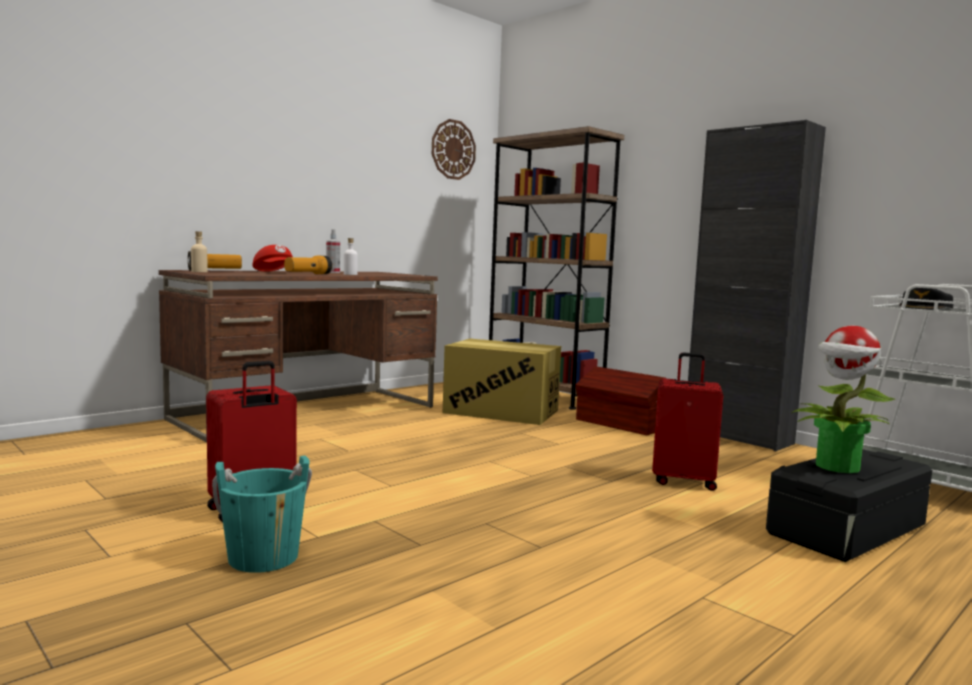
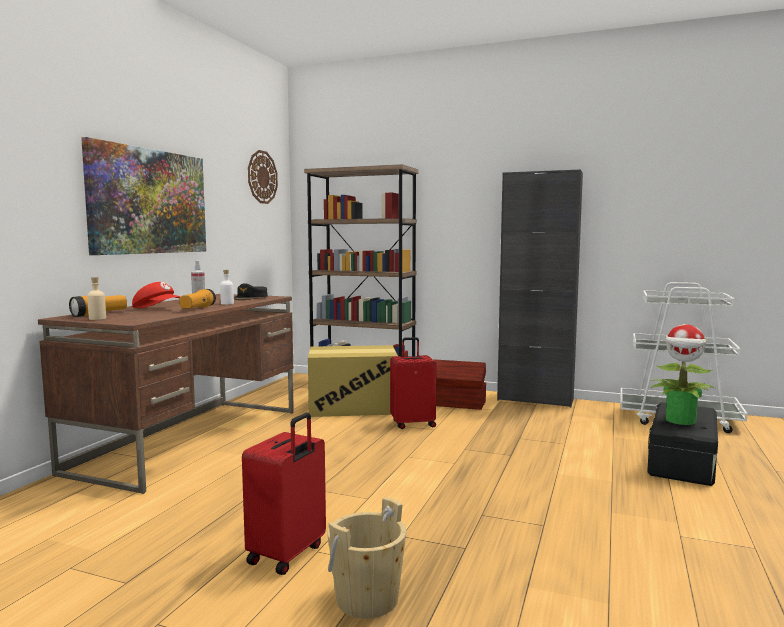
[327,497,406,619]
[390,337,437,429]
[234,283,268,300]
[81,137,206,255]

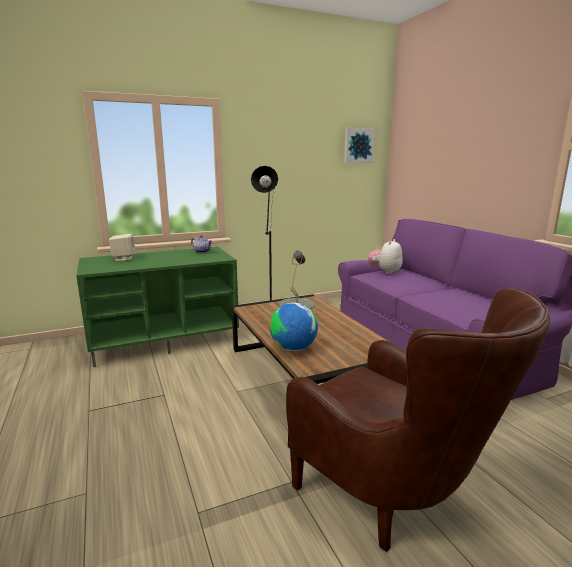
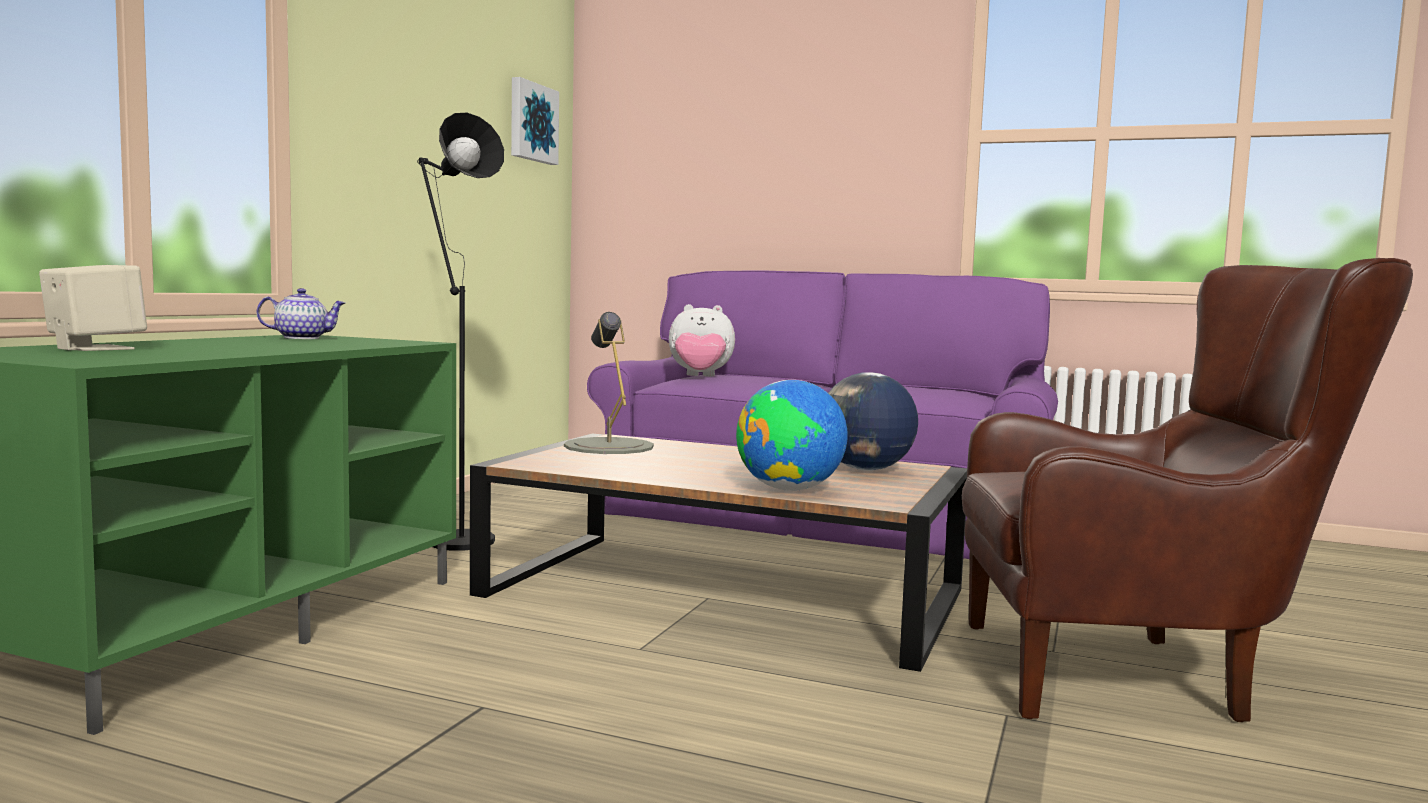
[669,304,735,376]
[828,372,918,471]

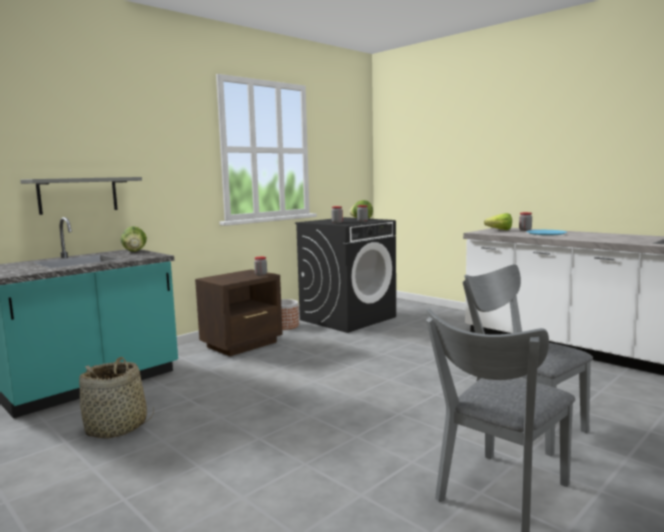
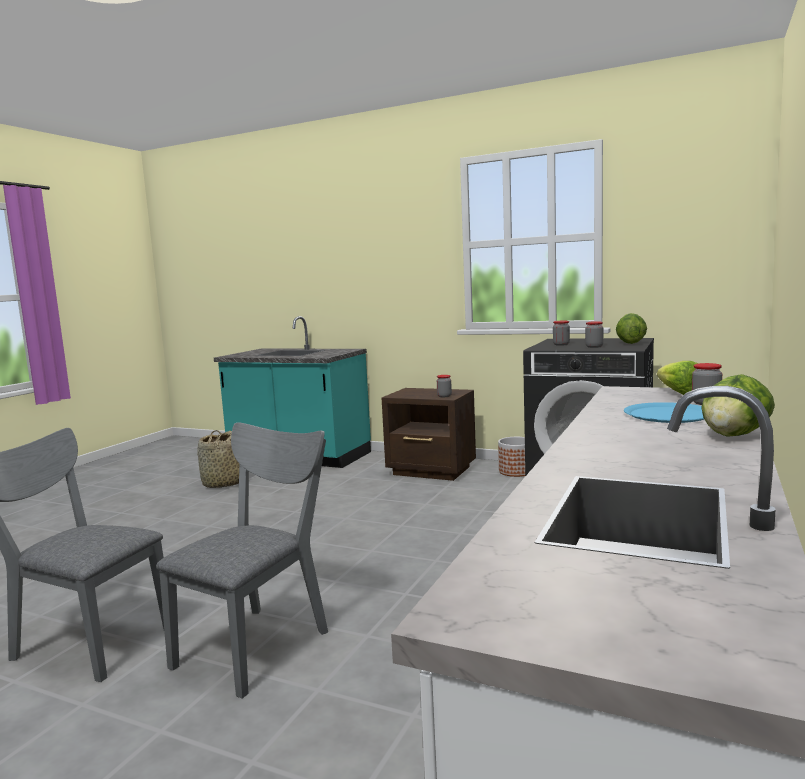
[20,177,142,215] (first image)
[701,374,775,437]

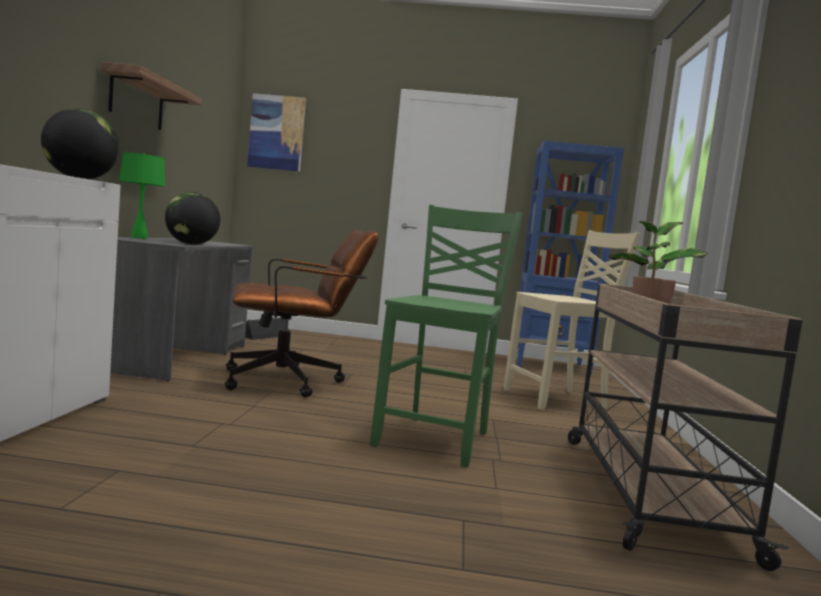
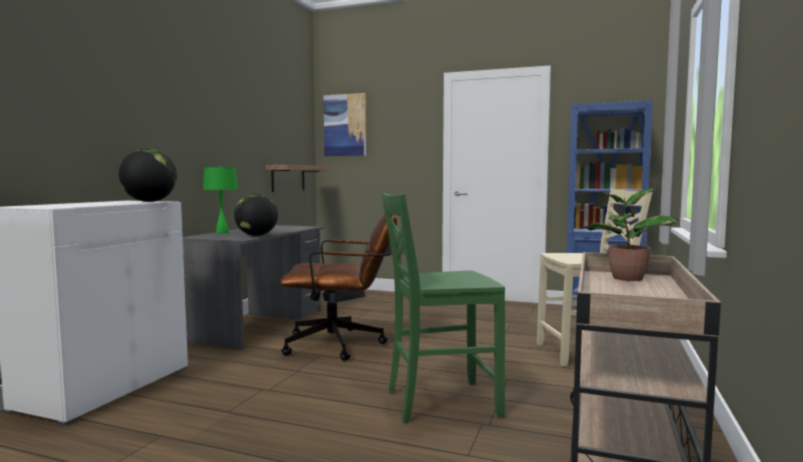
[266,165,327,192]
[381,191,505,423]

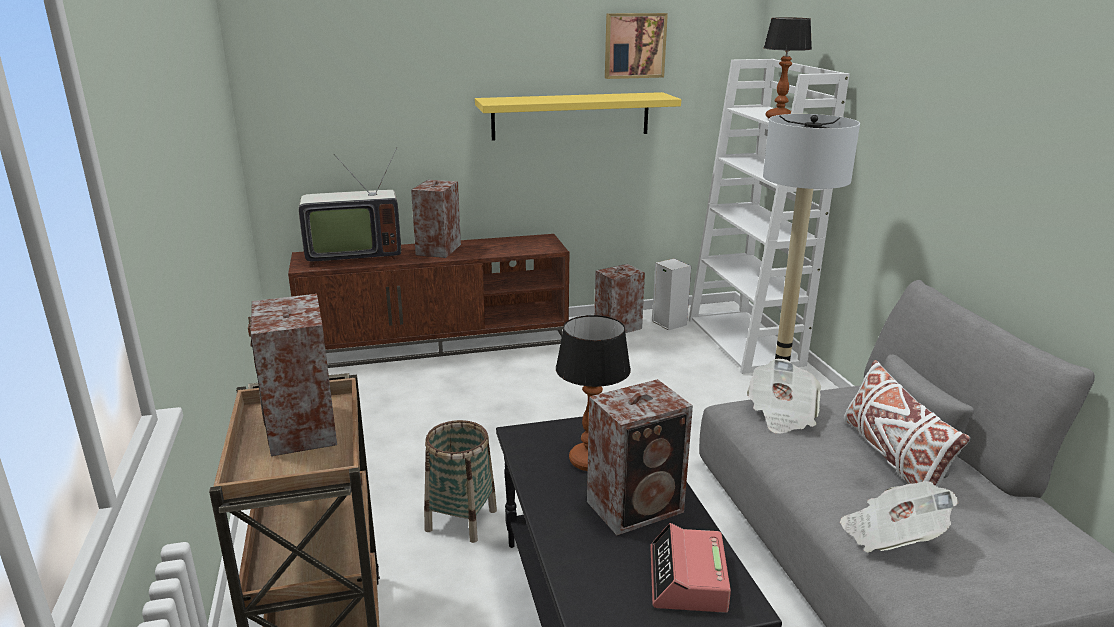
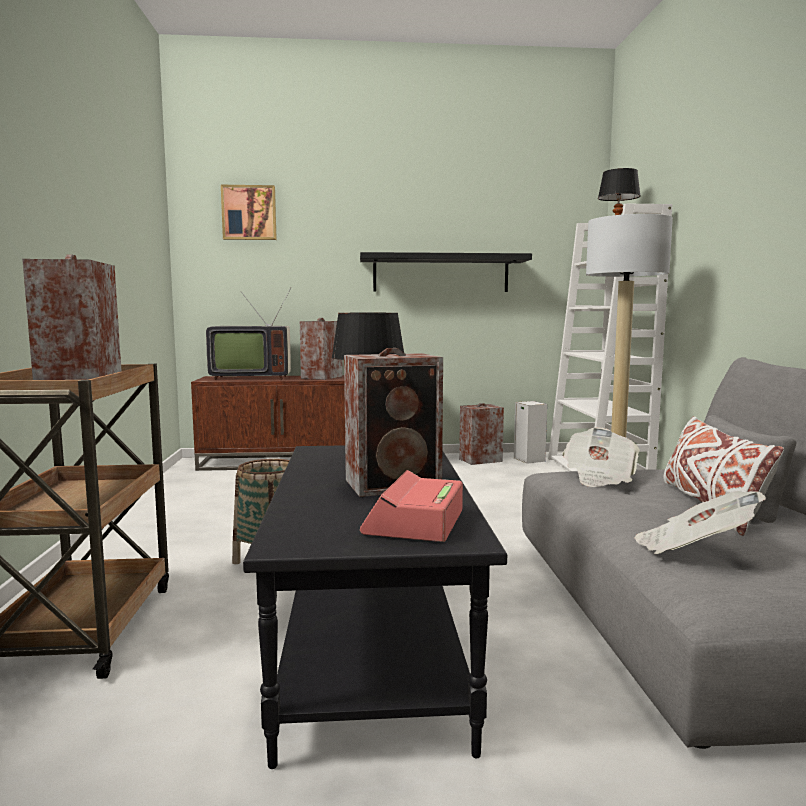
[360,252,532,292]
[221,185,277,240]

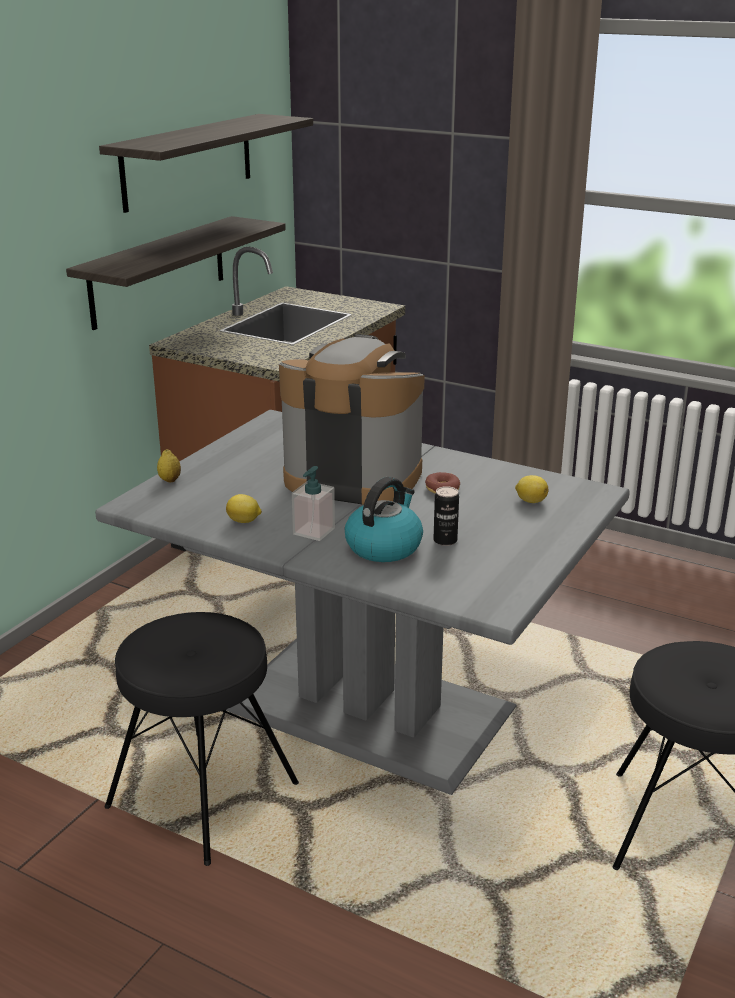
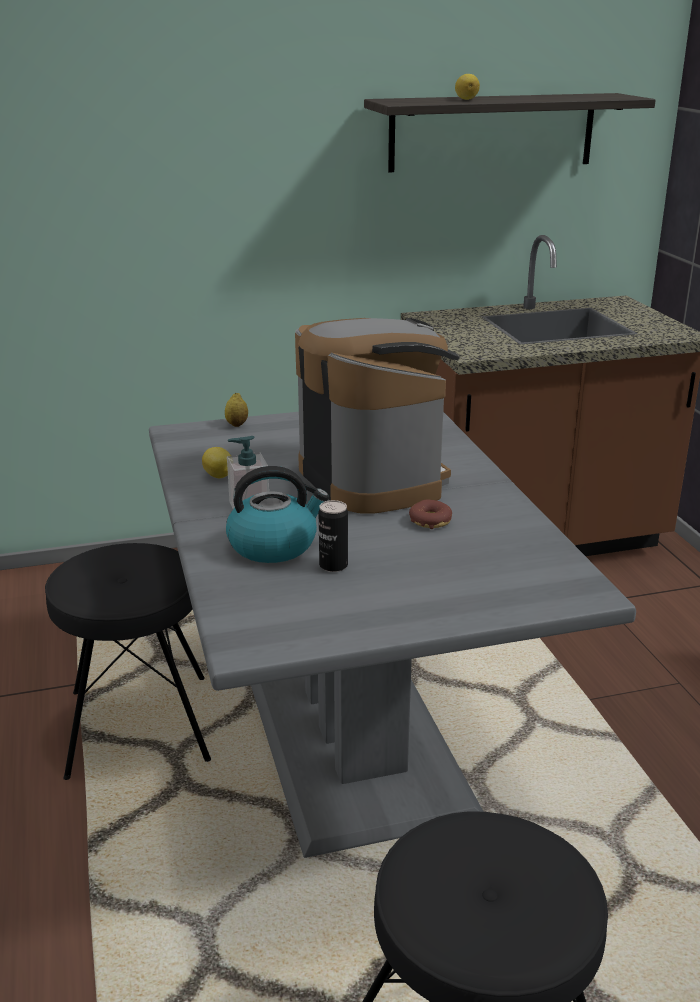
[66,216,286,330] (first image)
[455,74,480,100]

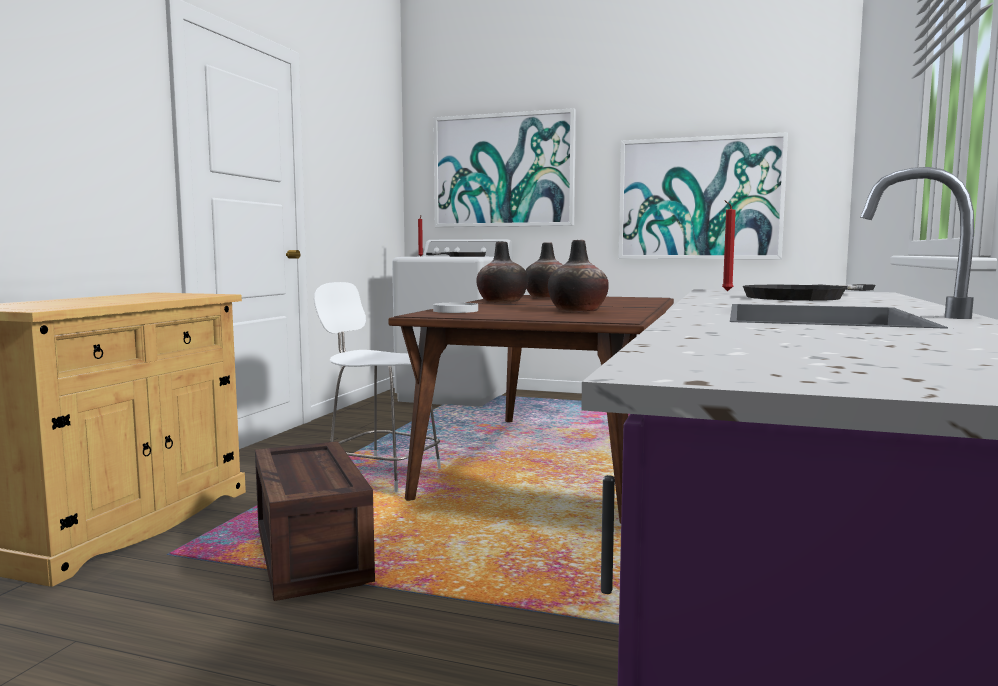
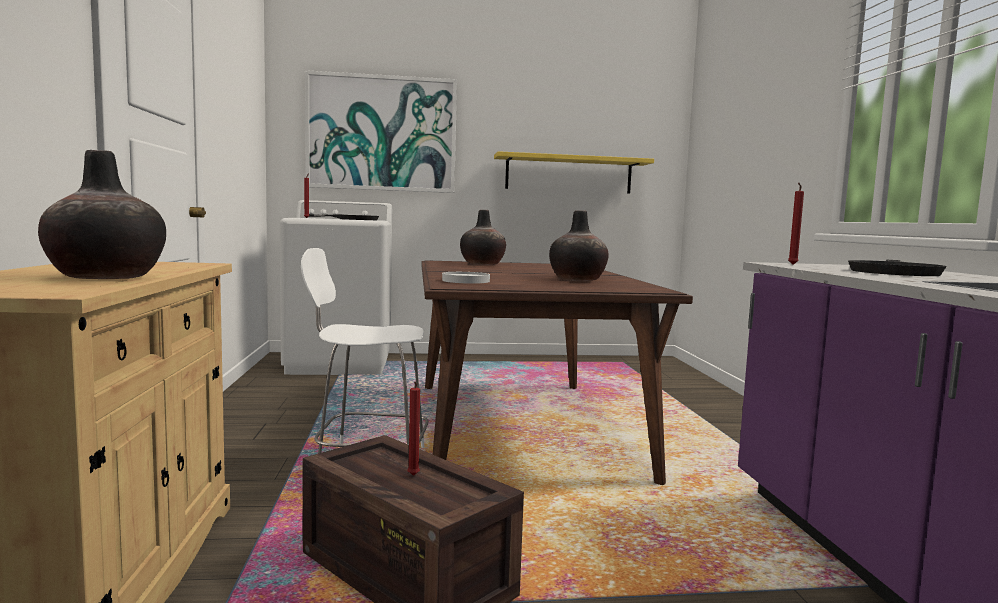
[38,150,166,279]
[494,151,654,194]
[407,382,420,476]

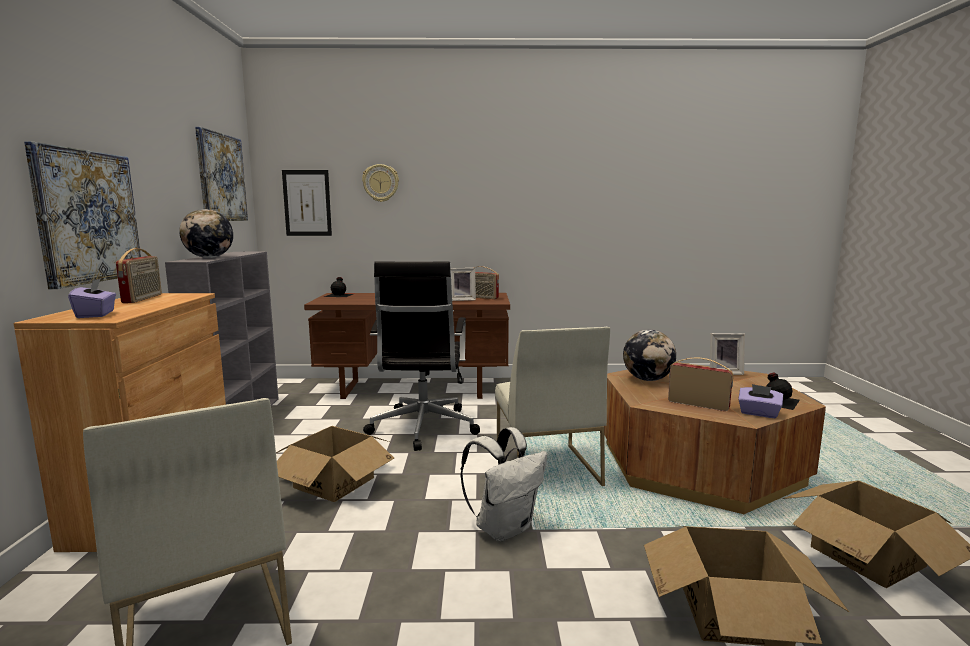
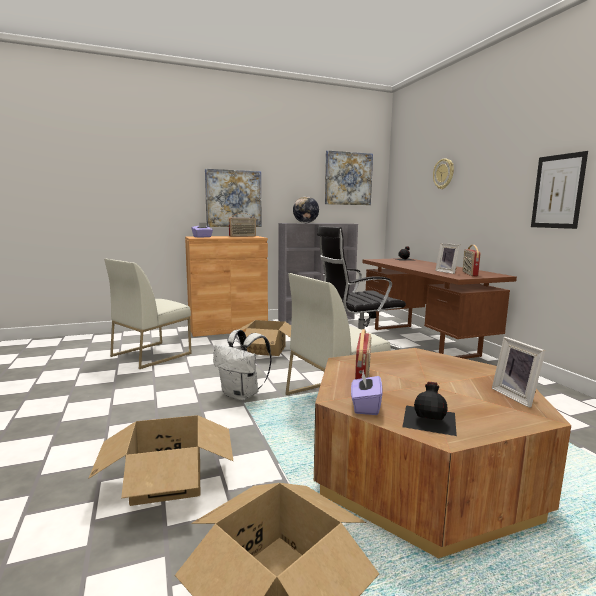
[531,151,588,229]
[623,330,676,381] (first image)

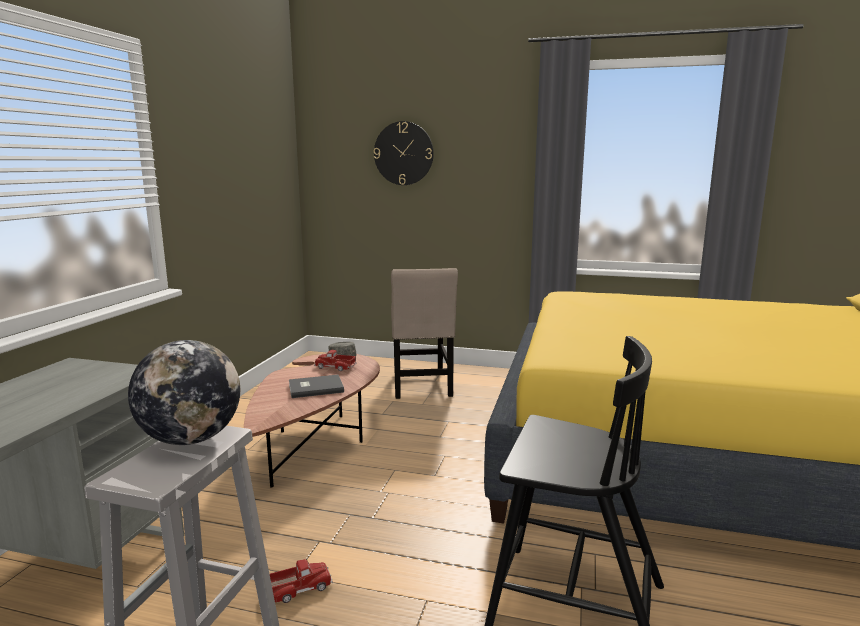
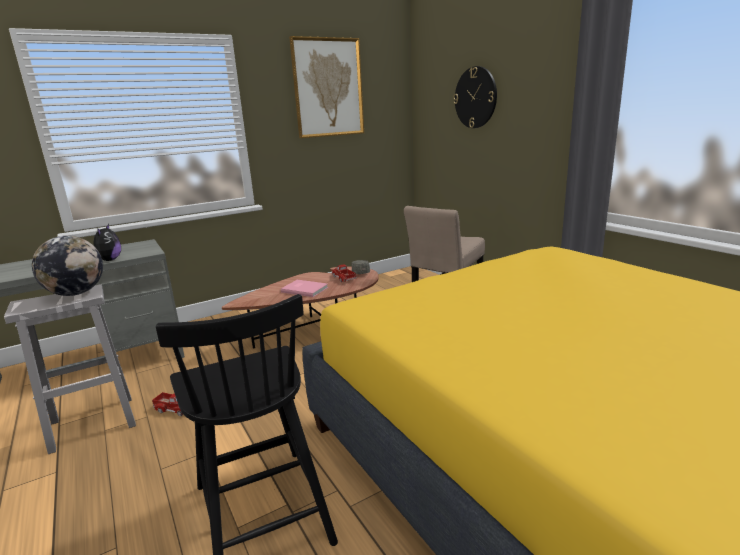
[281,280,328,297]
[93,224,121,261]
[289,36,364,138]

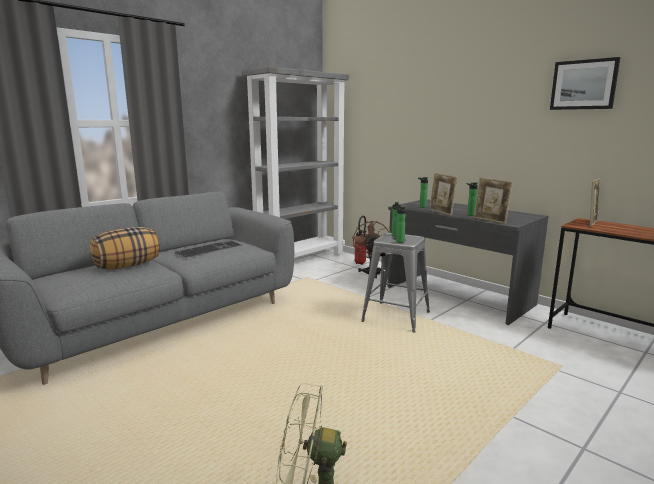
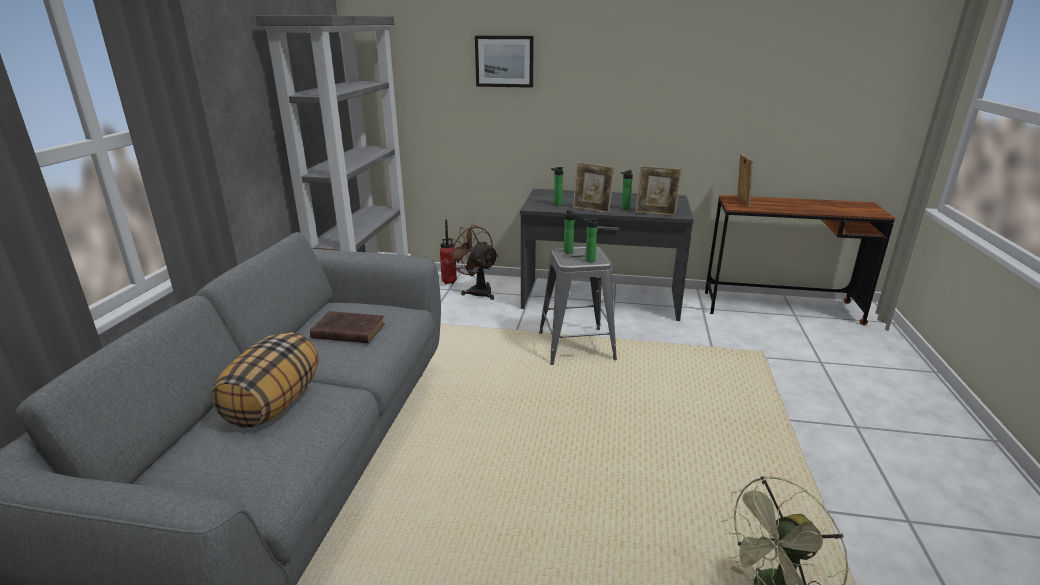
[310,311,385,343]
[475,36,534,88]

